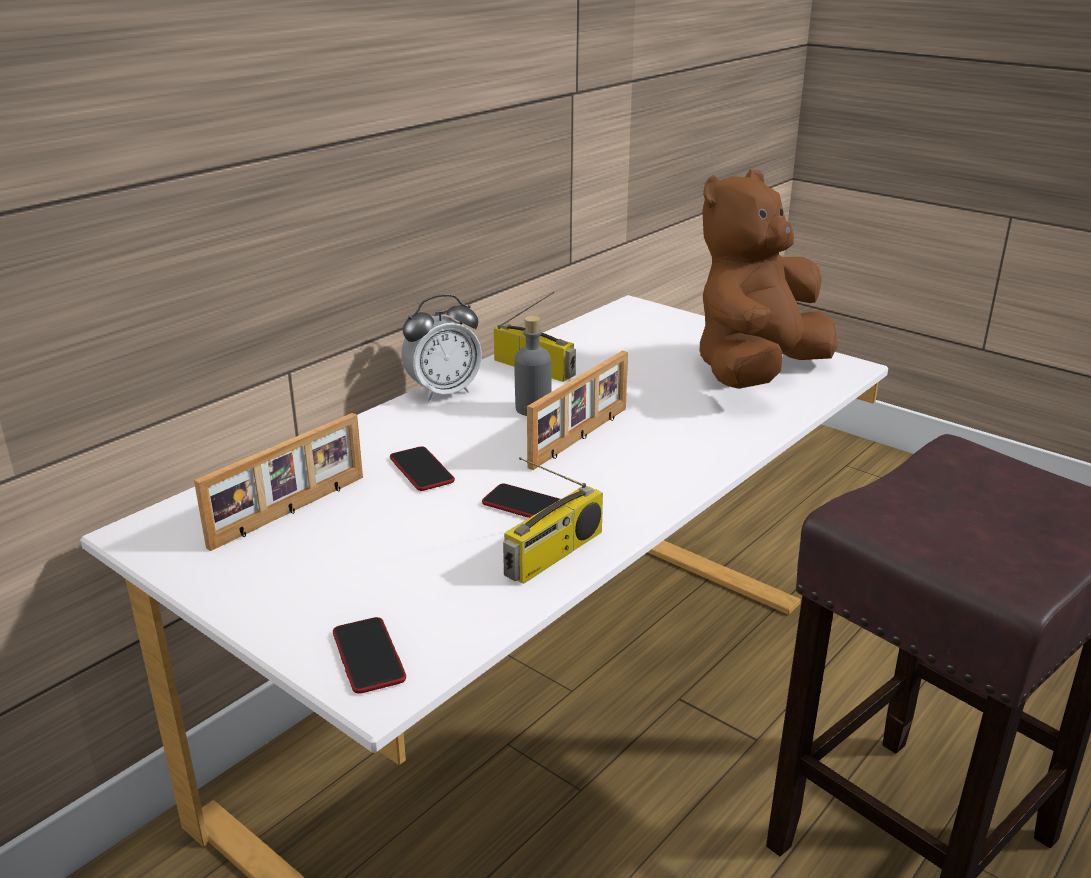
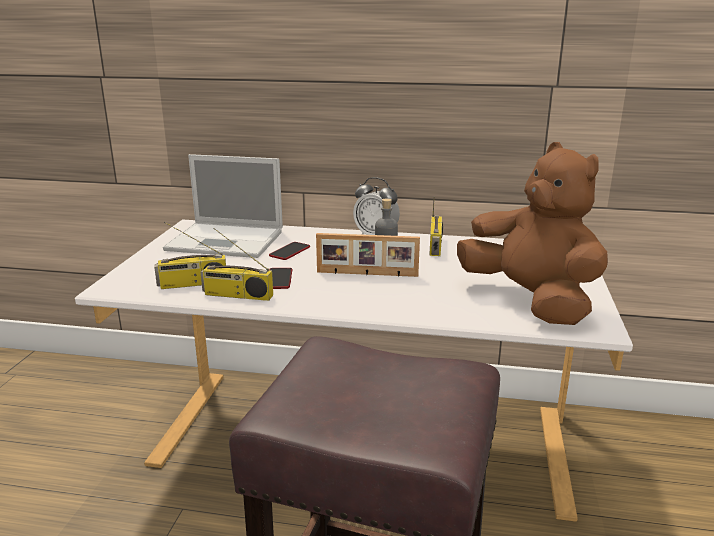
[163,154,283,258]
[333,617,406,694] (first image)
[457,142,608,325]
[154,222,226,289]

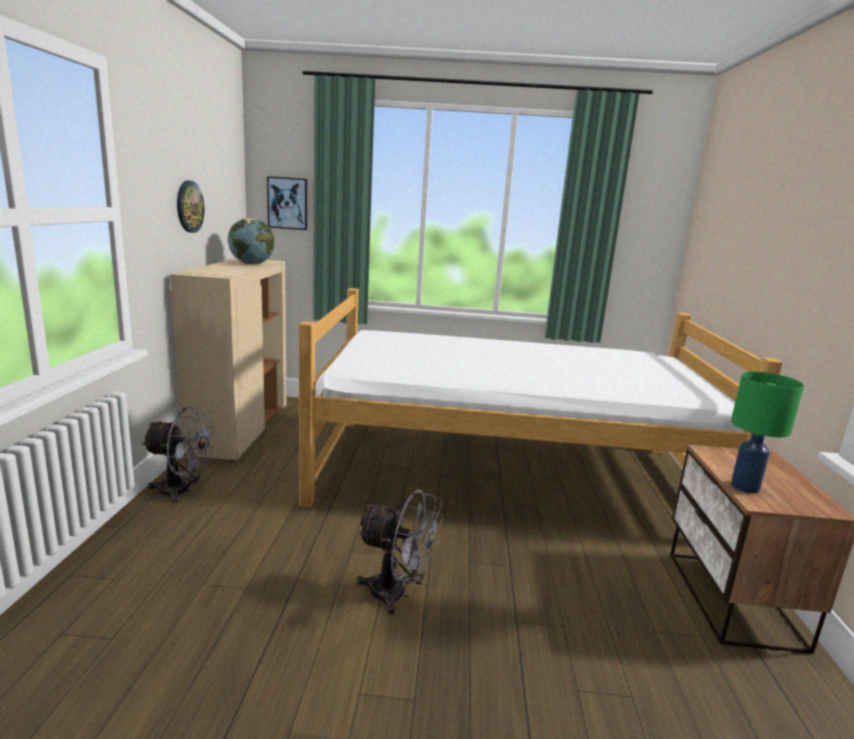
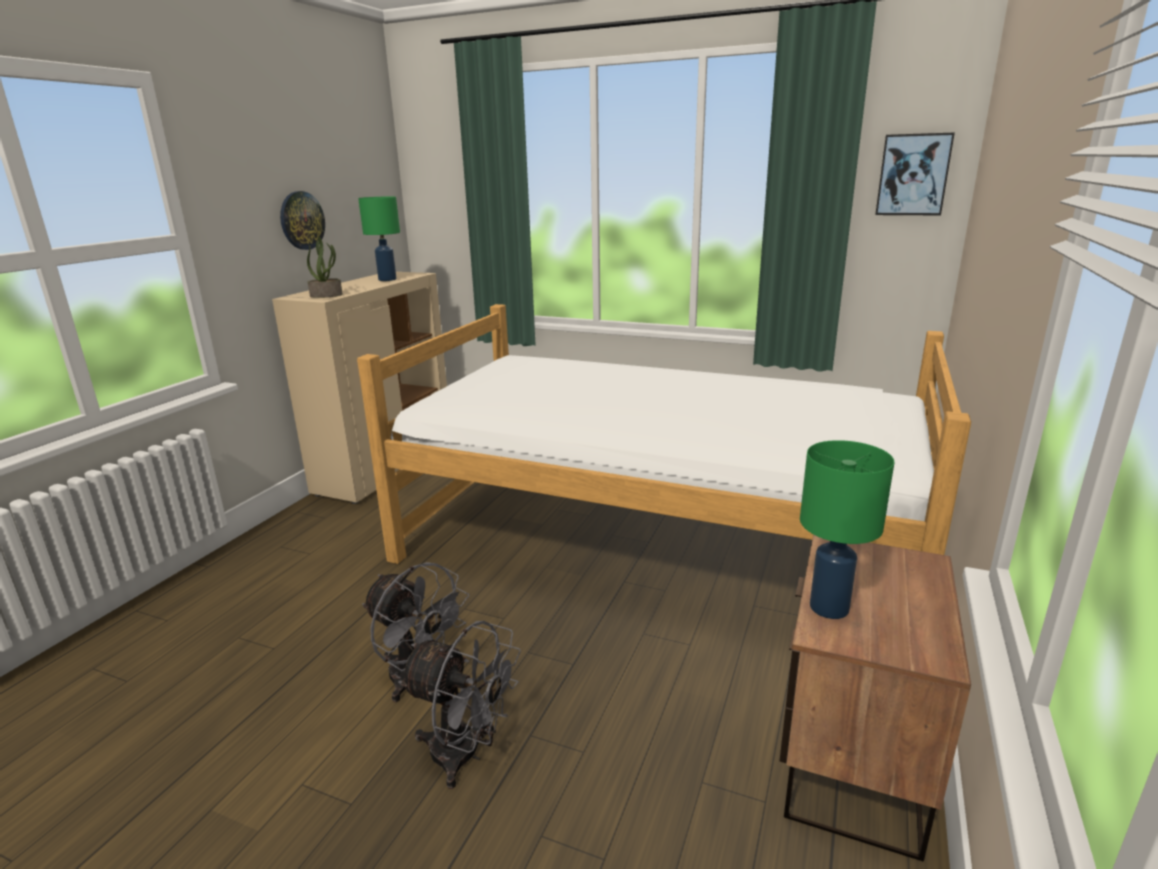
[398,621,521,789]
[358,196,400,281]
[875,132,955,215]
[307,237,343,298]

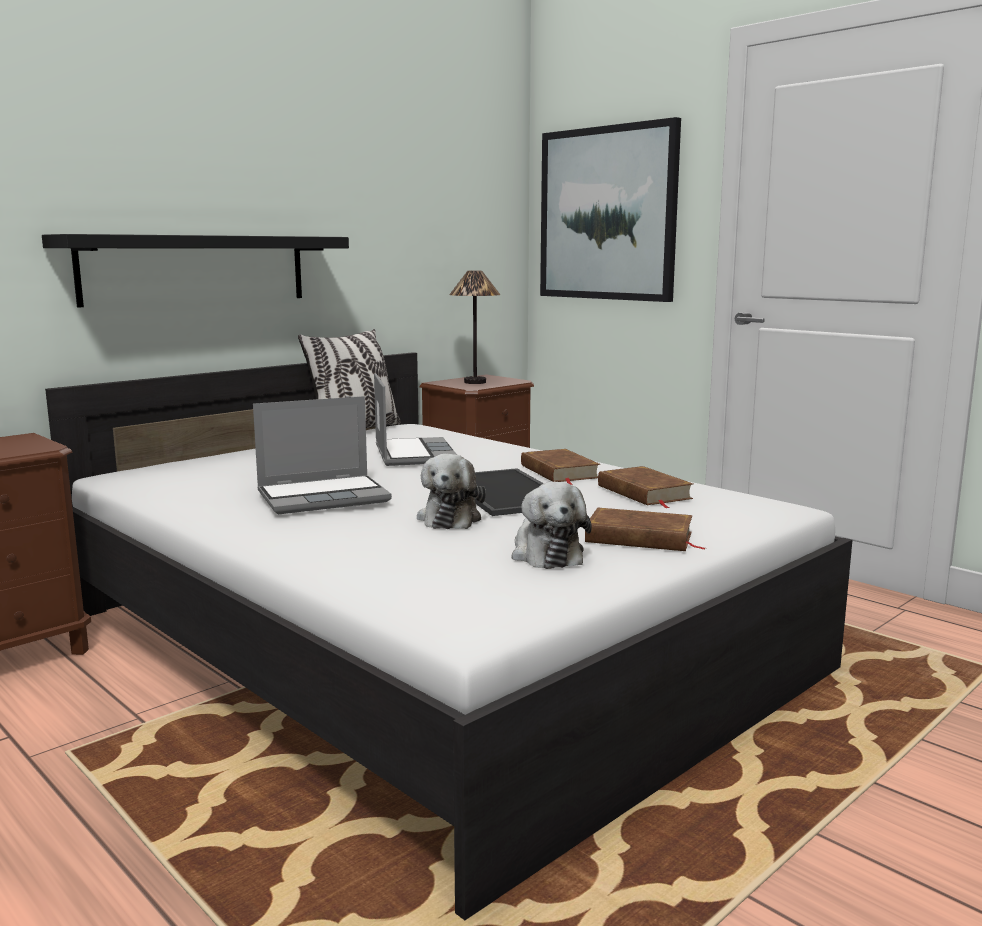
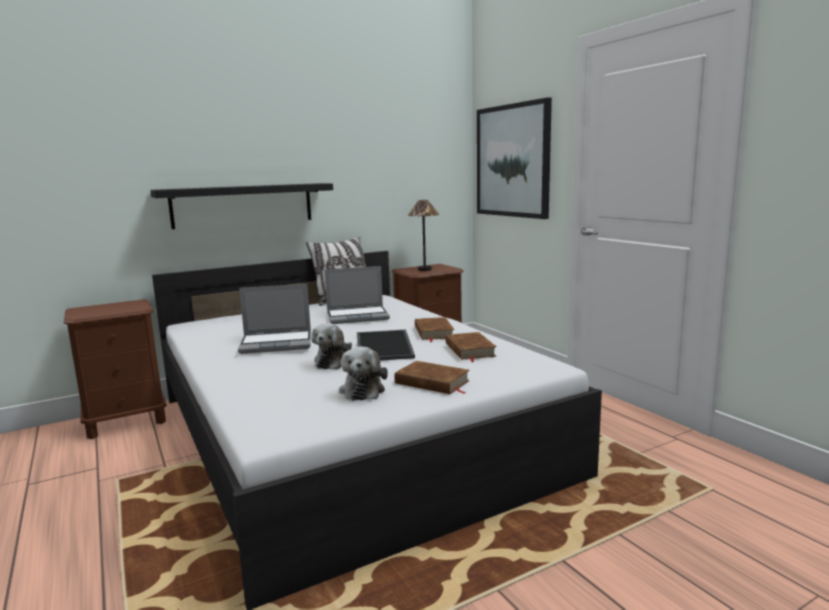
[325,266,390,324]

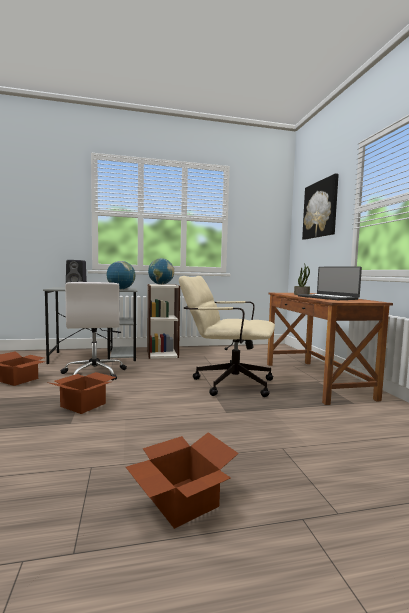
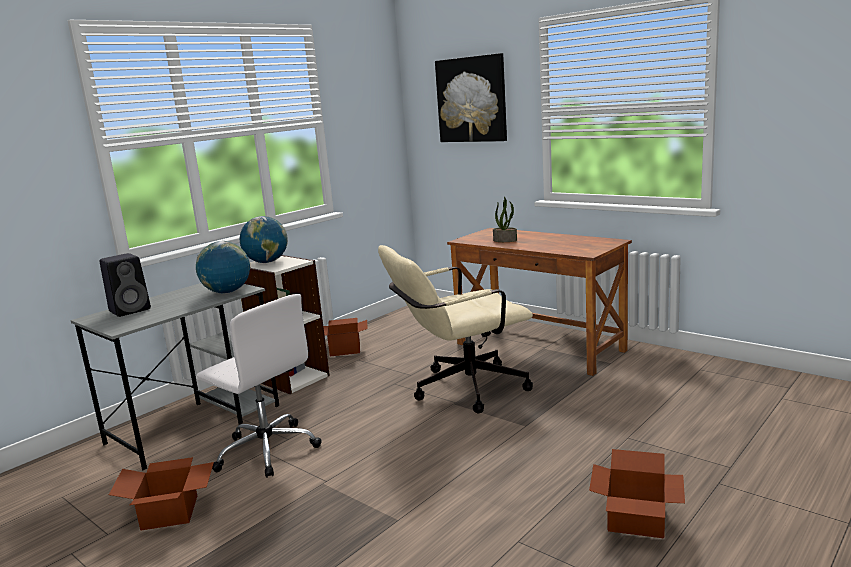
[323,318,368,356]
[298,266,362,300] (first image)

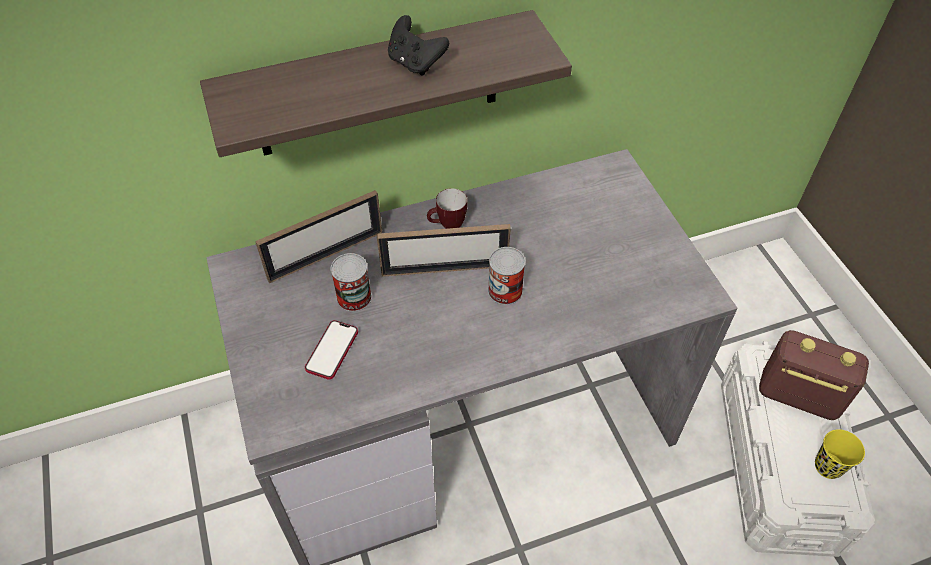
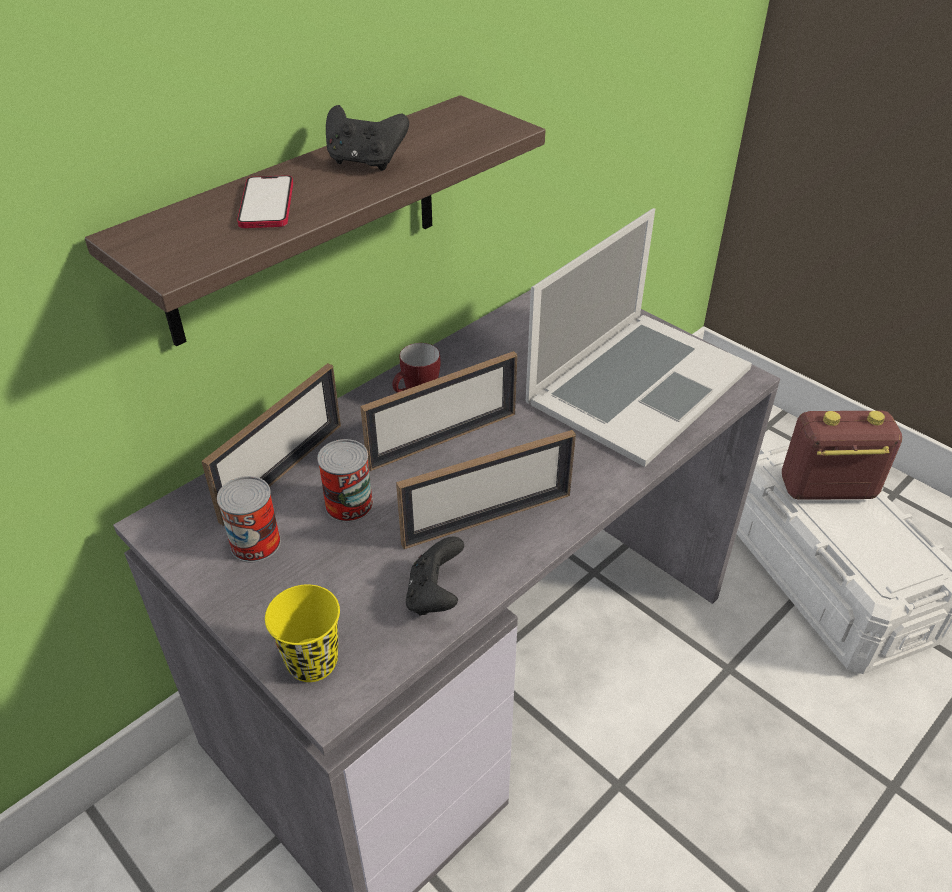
[237,175,293,228]
[217,476,281,563]
[265,584,340,682]
[396,430,576,549]
[406,536,464,616]
[526,208,752,467]

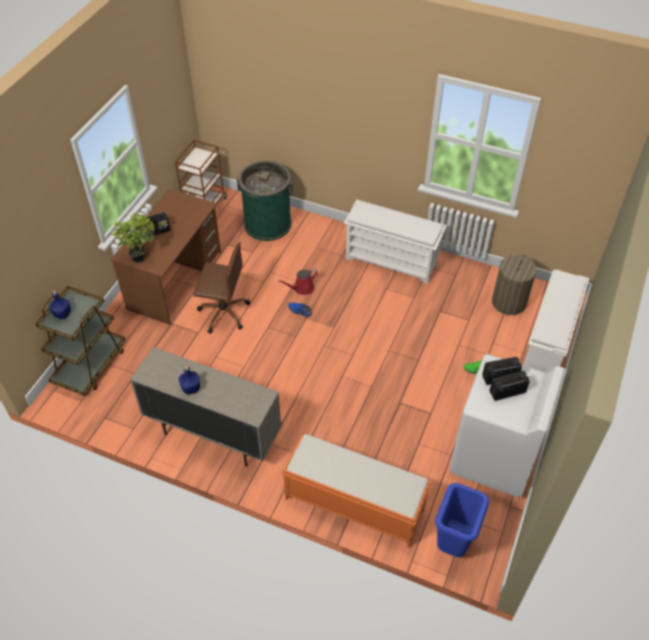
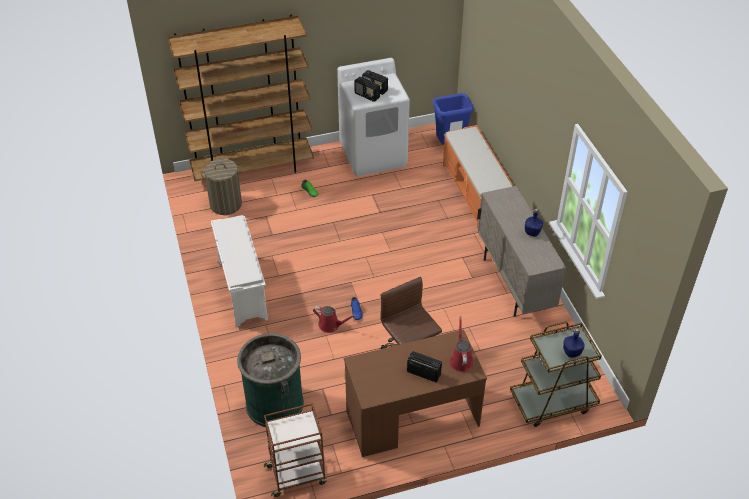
[450,316,474,372]
[168,15,314,181]

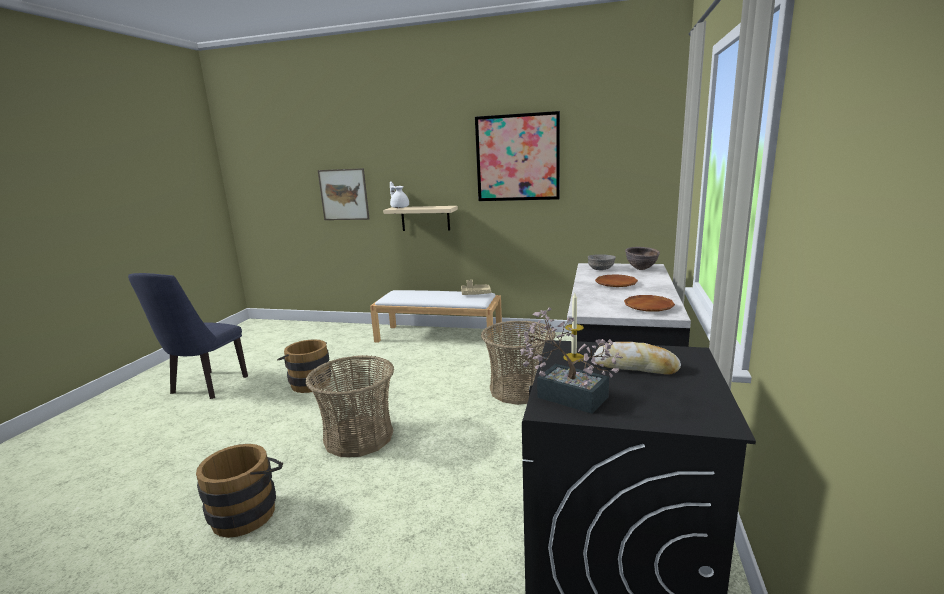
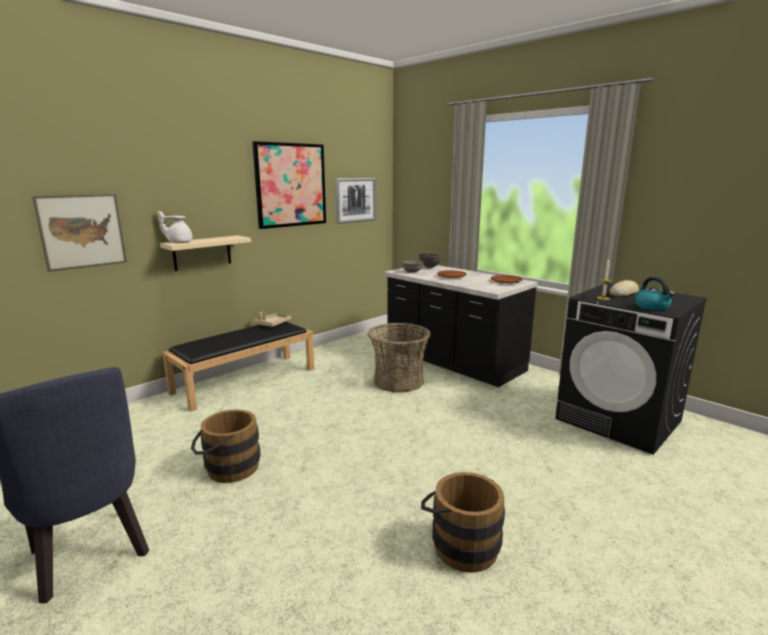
[305,355,394,457] (first image)
[162,322,314,412]
[635,277,675,311]
[335,178,376,224]

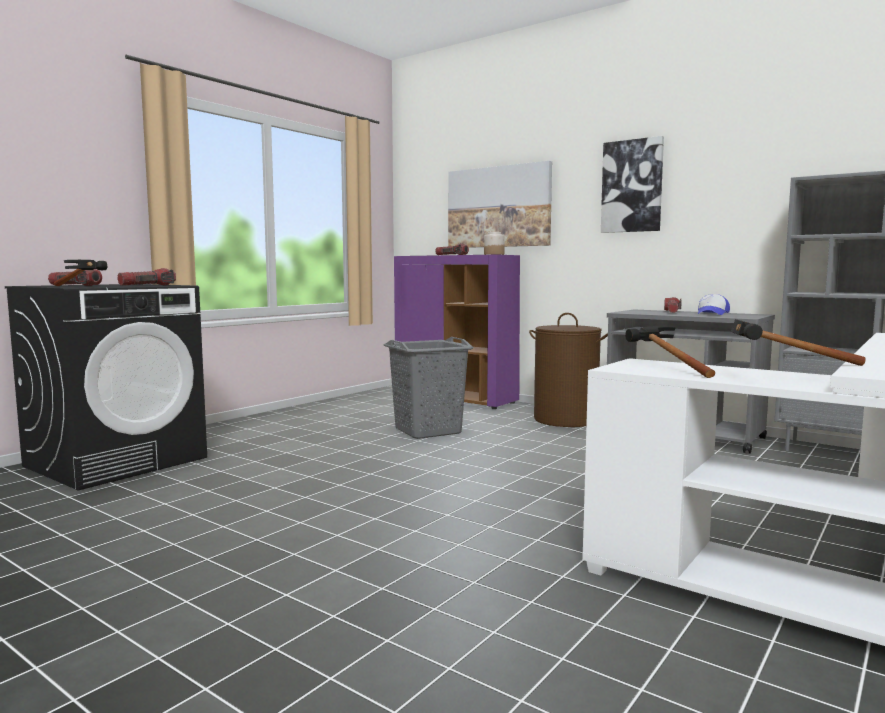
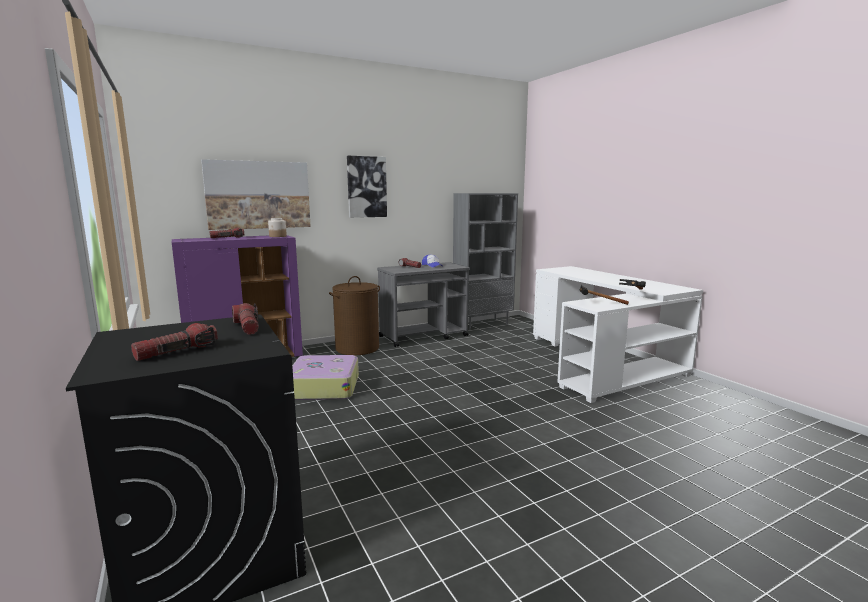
[54,260,107,286] (first image)
[292,355,359,400]

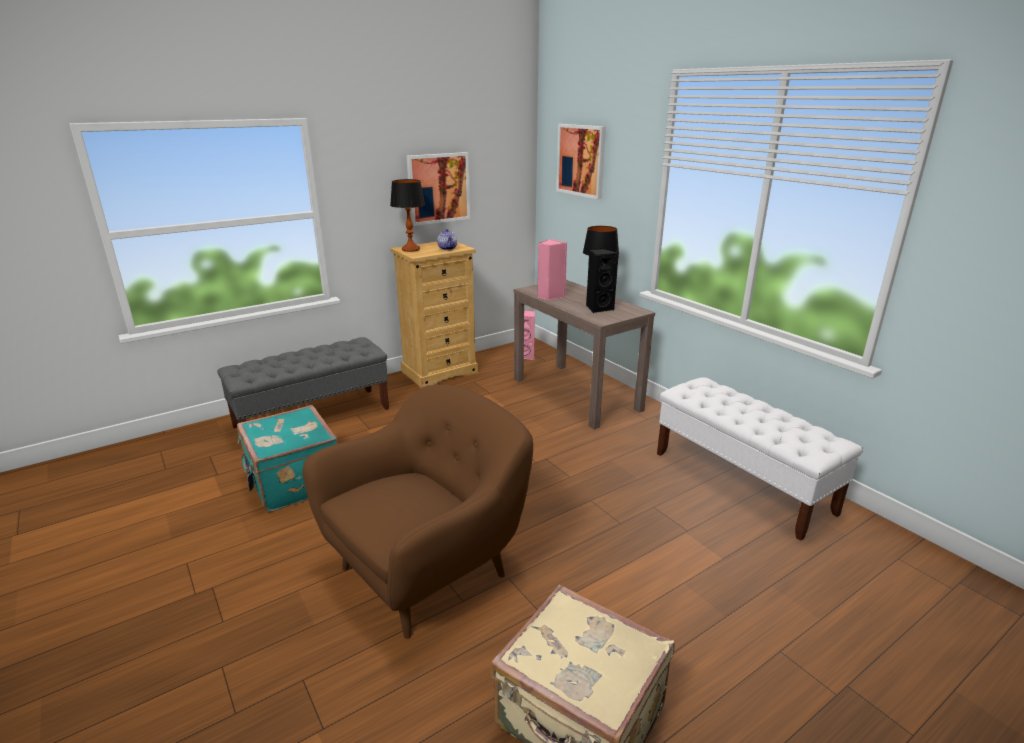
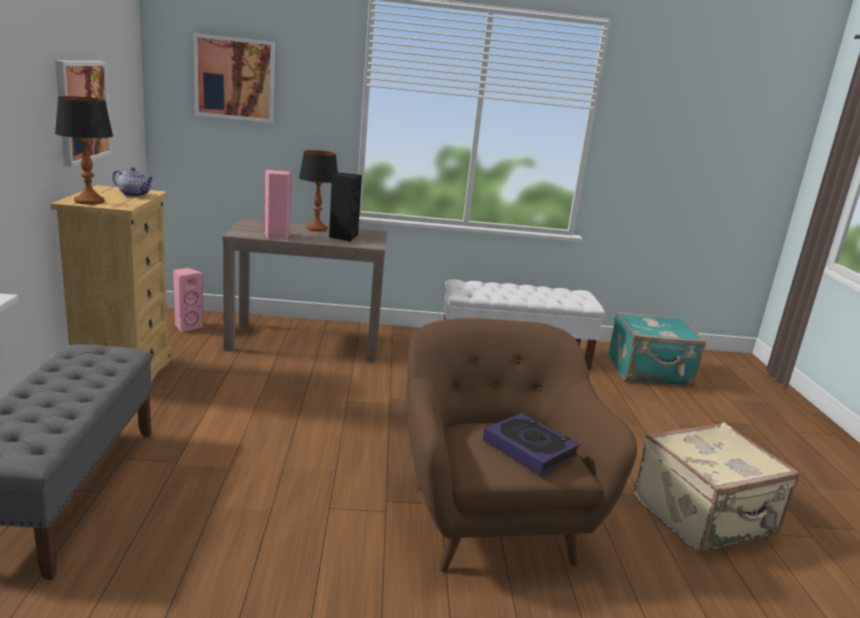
[608,311,706,386]
[483,413,580,475]

